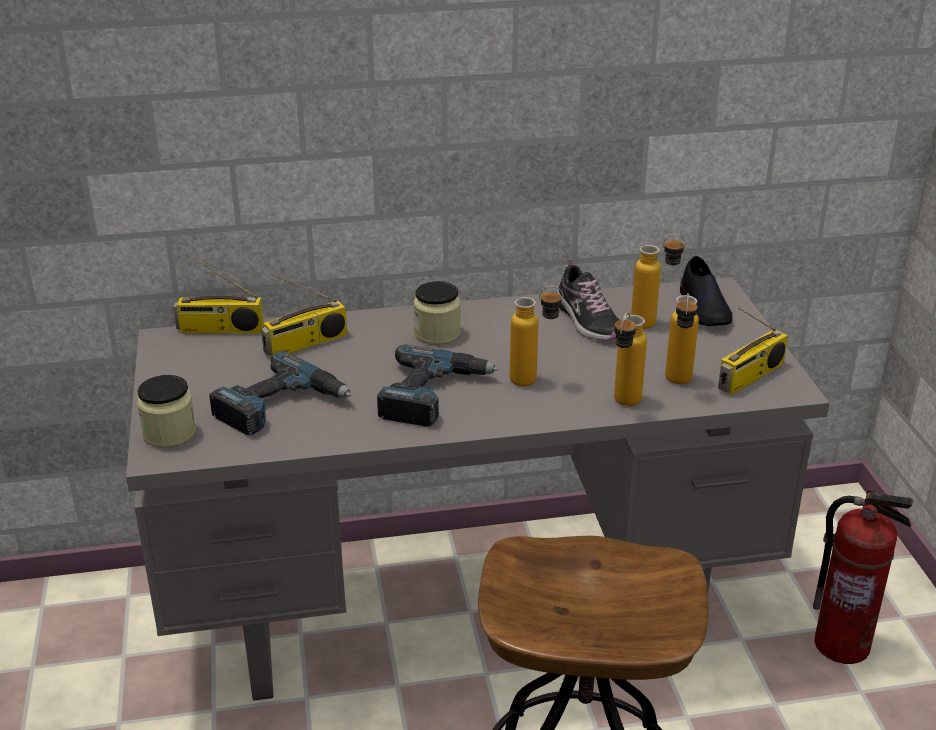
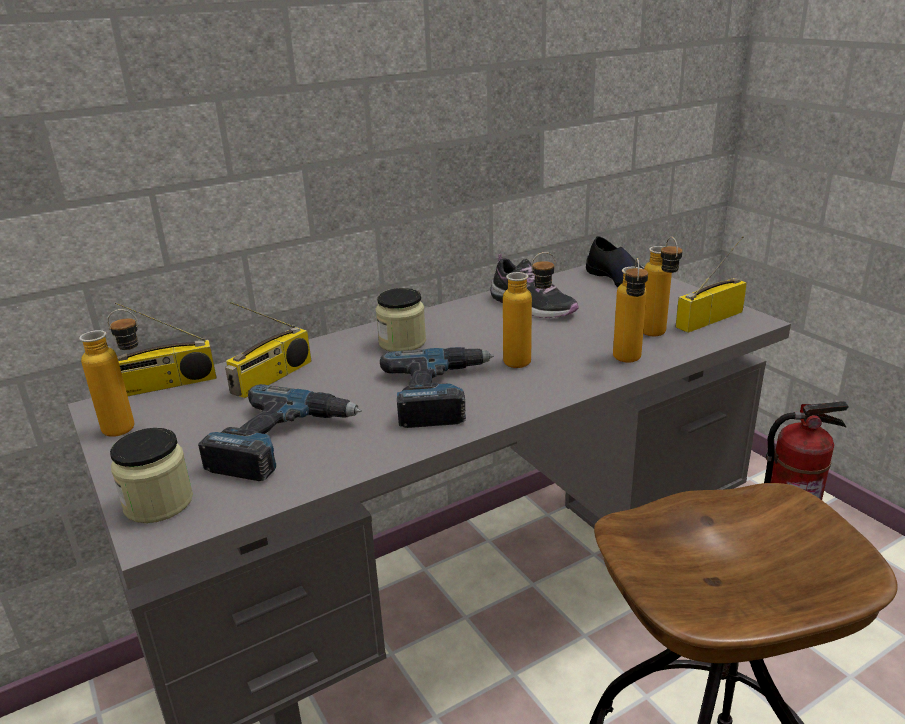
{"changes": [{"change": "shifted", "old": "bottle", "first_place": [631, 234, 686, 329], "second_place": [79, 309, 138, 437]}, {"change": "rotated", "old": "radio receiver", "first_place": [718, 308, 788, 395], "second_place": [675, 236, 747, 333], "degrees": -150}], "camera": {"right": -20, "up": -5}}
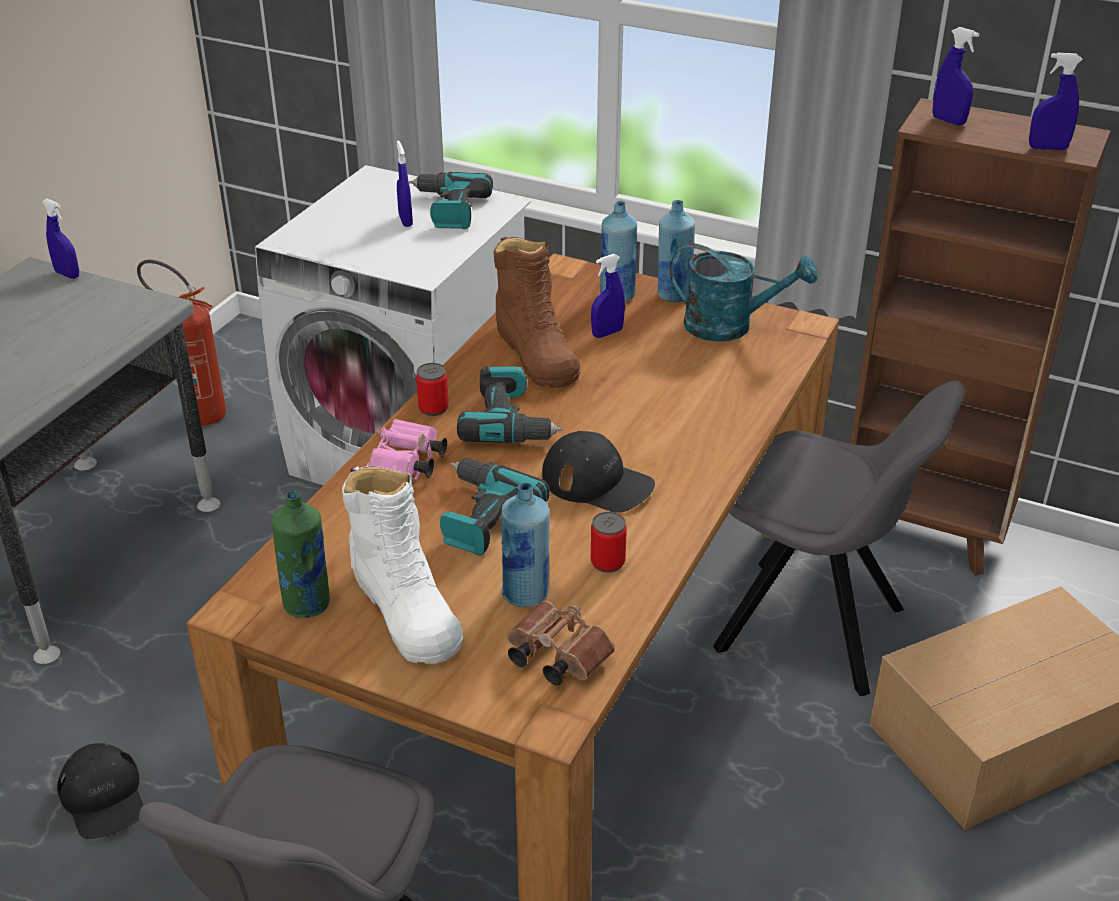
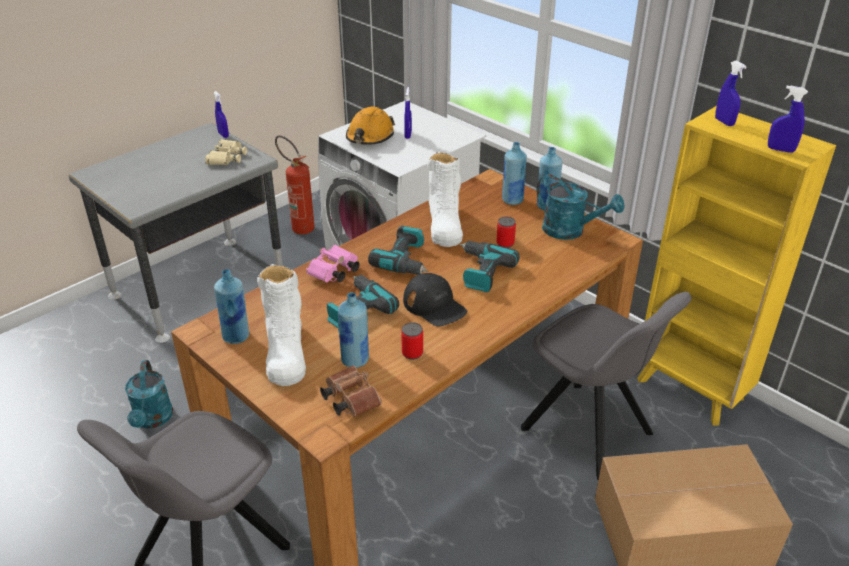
{"changes": [{"change": "swapped", "old": "blackish baseball cap", "new": "turquoise-coloured sprinkling can", "first_place": [57, 743, 144, 839], "second_place": [125, 360, 173, 429]}, {"change": "new", "new": "sand-coloured binoculars", "second_place": [205, 139, 247, 165]}, {"change": "repainted", "old": "green-coloured bottle", "new": "blue-coloured bottle", "first_place": [272, 491, 330, 618], "second_place": [214, 269, 249, 344]}, {"change": "new", "new": "orangey safety helmet", "second_place": [346, 106, 395, 145]}, {"change": "repainted", "old": "brown boot", "new": "white boot", "first_place": [494, 237, 580, 388], "second_place": [427, 152, 463, 247]}, {"change": "shifted", "old": "power drill", "first_place": [409, 172, 493, 229], "second_place": [460, 241, 520, 292]}, {"change": "shifted", "old": "metal can", "first_place": [416, 363, 449, 416], "second_place": [497, 217, 516, 248]}, {"change": "repainted", "old": "brown shelving unit", "new": "yellow-coloured shelving unit", "first_place": [850, 98, 1110, 576], "second_place": [637, 106, 836, 426]}, {"change": "gone", "old": "blue-coloured sprayer", "first_place": [591, 254, 625, 338]}], "camera": {"right": 20, "up": 0}}
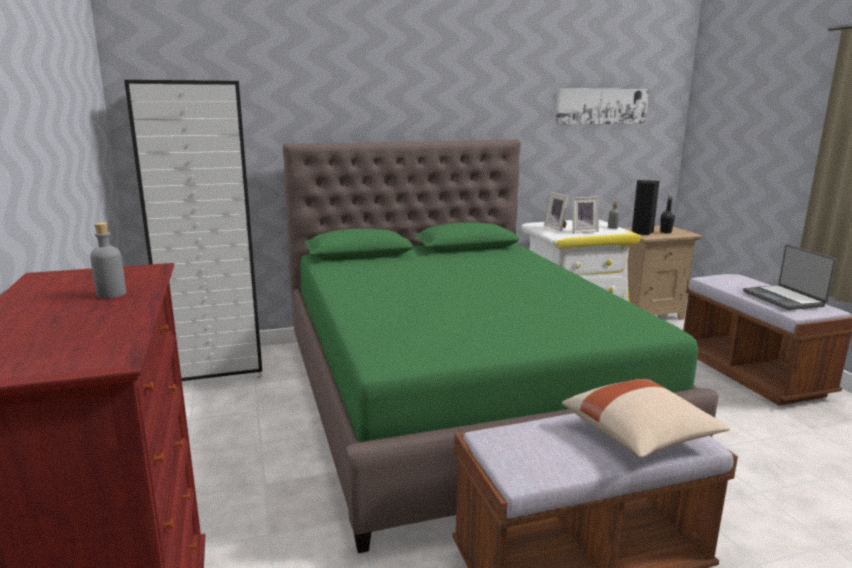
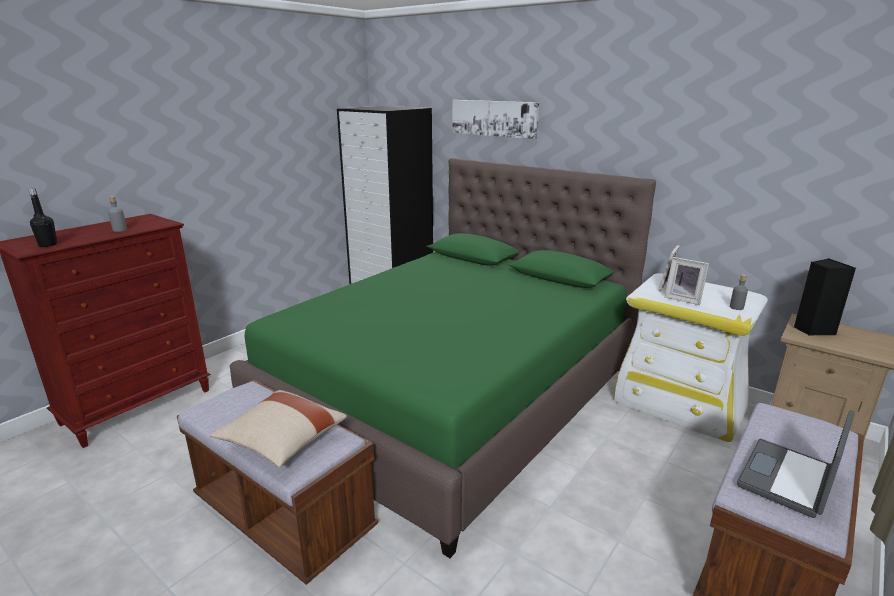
{"changes": [{"change": "shifted", "old": "blackish bottle", "first_place": [660, 194, 675, 233], "second_place": [29, 189, 58, 247]}, {"change": "shifted", "old": "wall art", "first_place": [555, 88, 649, 125], "second_place": [452, 100, 539, 139]}], "camera": {"right": 55, "up": 5}}
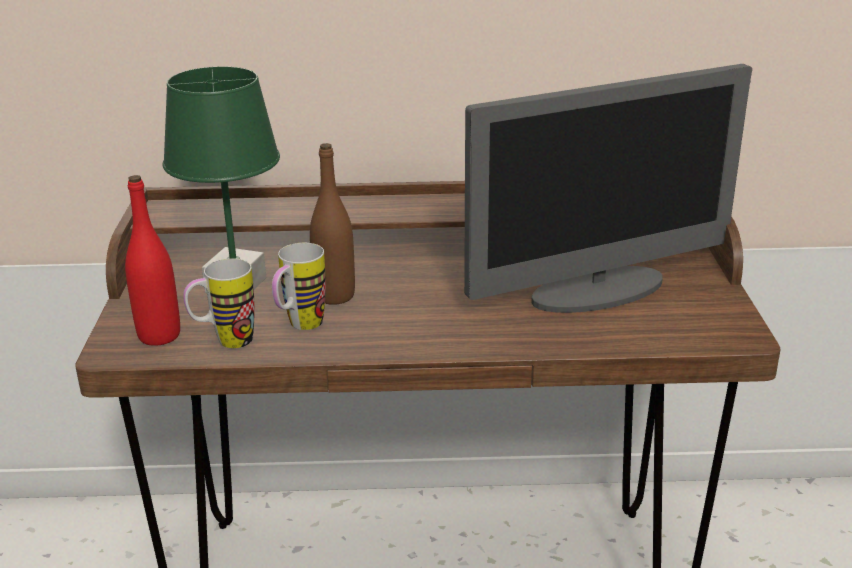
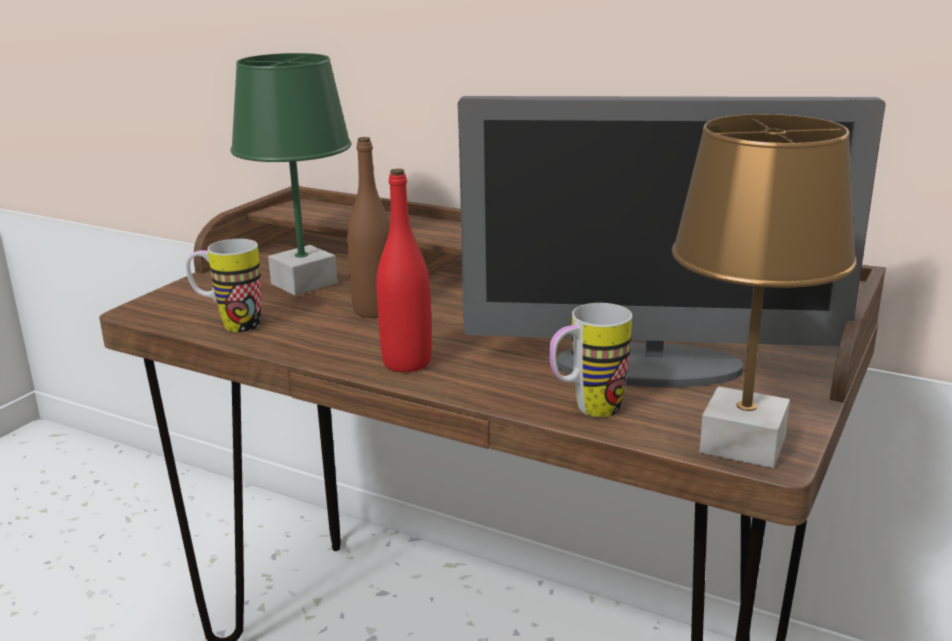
{"changes": [{"change": "shifted", "old": "red-coloured bottle", "first_place": [125, 175, 180, 346], "second_place": [376, 169, 432, 372]}, {"change": "shifted", "old": "tea mug", "first_place": [272, 243, 326, 330], "second_place": [549, 303, 632, 417]}, {"change": "new", "new": "brown table lamp", "second_place": [672, 114, 857, 468]}], "camera": {"right": 30, "up": -5}}
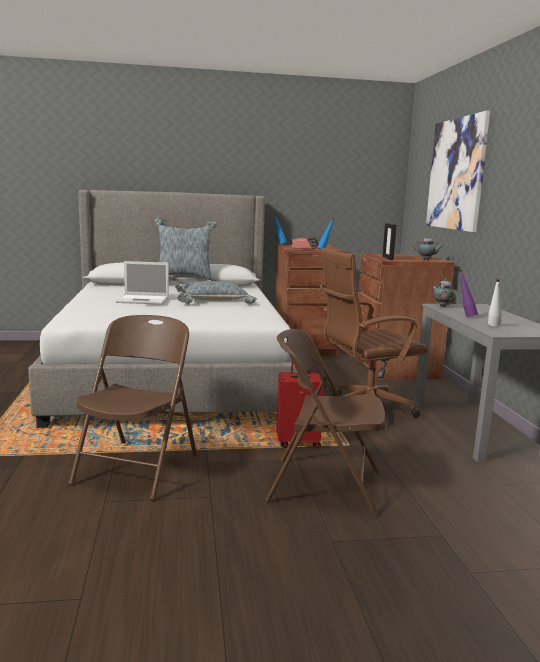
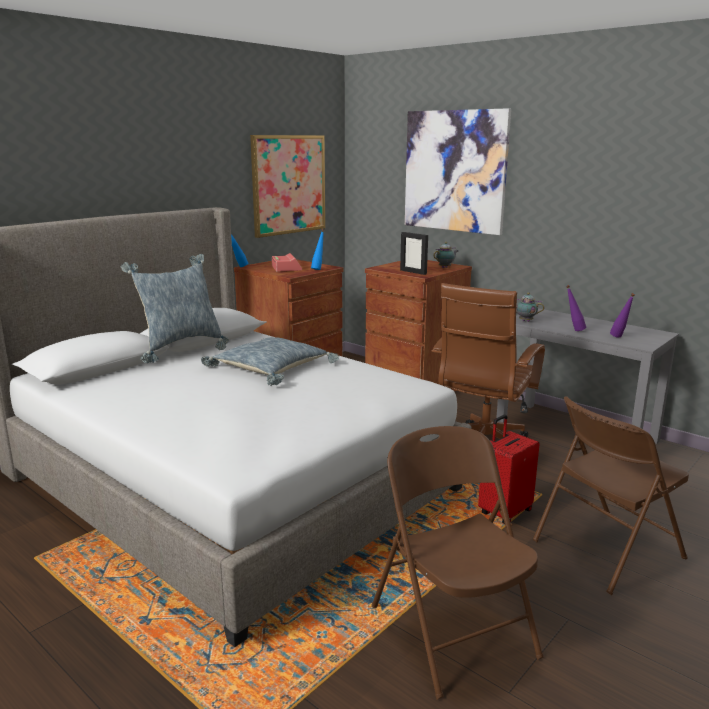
{"changes": [{"change": "new", "new": "wall art", "second_place": [250, 135, 325, 238]}, {"change": "repainted", "old": "white bottle", "new": "purple-coloured bottle", "first_place": [488, 278, 502, 327], "second_place": [610, 293, 635, 337]}, {"change": "gone", "old": "laptop", "first_place": [116, 261, 169, 305]}], "camera": {"right": -40, "up": 5}}
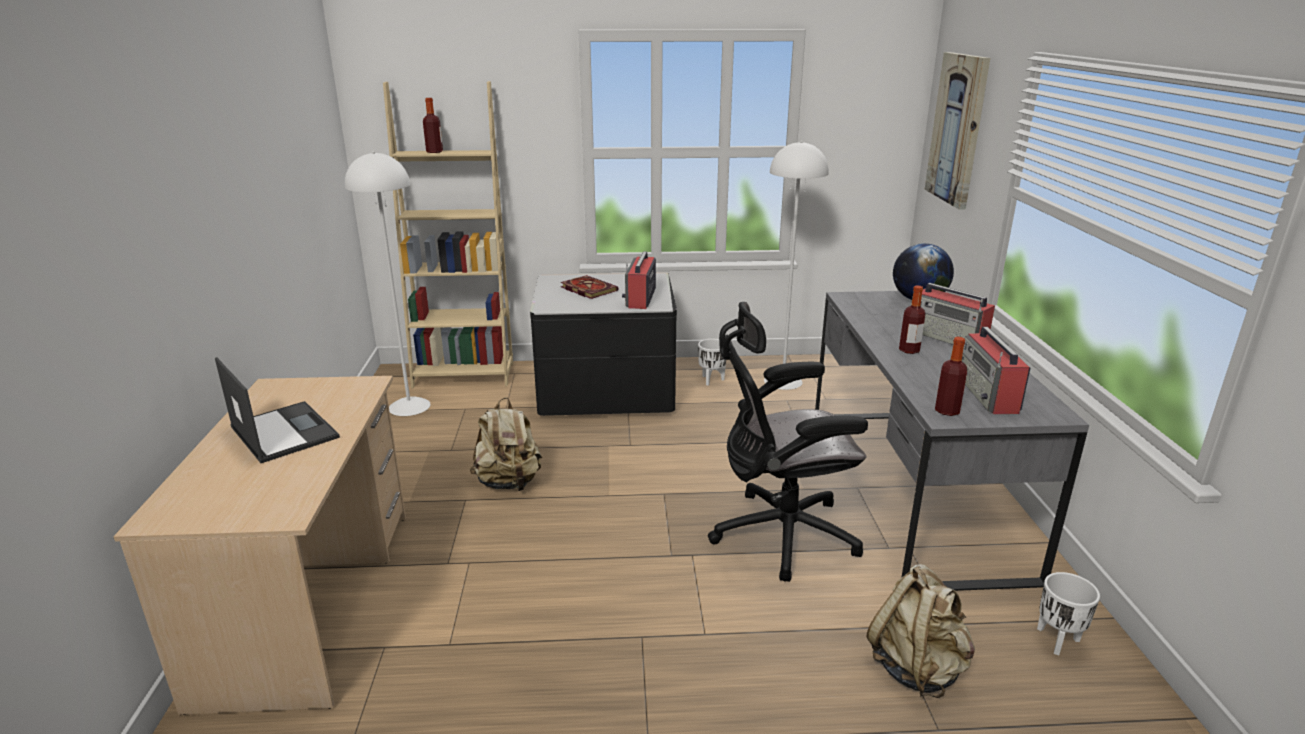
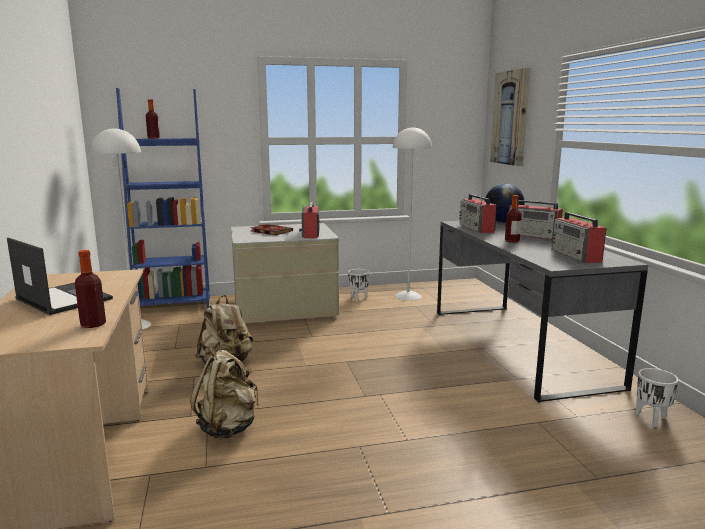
{"changes": [{"change": "shifted", "old": "bottle", "first_place": [935, 337, 967, 416], "second_place": [75, 250, 106, 328]}, {"change": "repainted", "old": "sand-coloured shelving unit", "new": "blue-coloured shelving unit", "first_place": [383, 81, 513, 388], "second_place": [116, 88, 210, 308]}, {"change": "shifted", "old": "sand-coloured rucksack", "first_place": [867, 564, 975, 698], "second_place": [190, 347, 258, 438]}, {"change": "repainted", "old": "blackish bedside table", "new": "sand-coloured bedside table", "first_place": [530, 273, 677, 416], "second_place": [231, 223, 339, 323]}, {"change": "new", "new": "radio receiver", "second_place": [459, 194, 497, 233]}, {"change": "gone", "old": "office chair", "first_place": [708, 302, 868, 582]}], "camera": {"right": -10, "up": -10}}
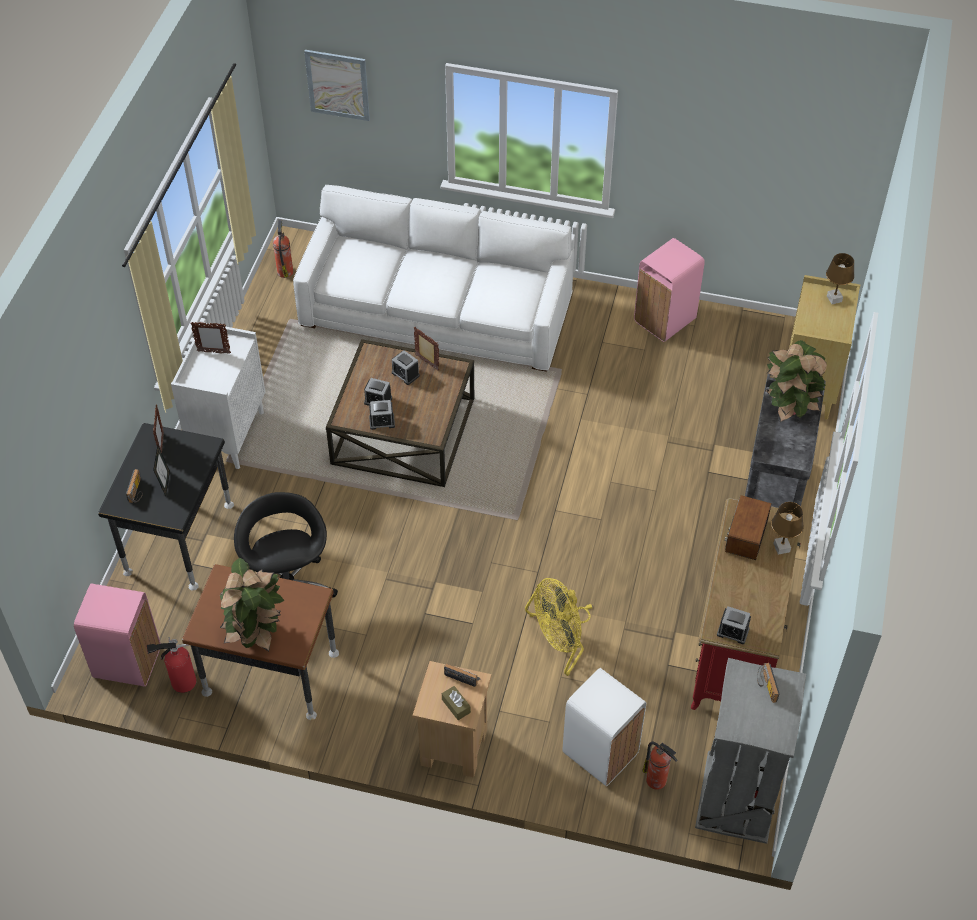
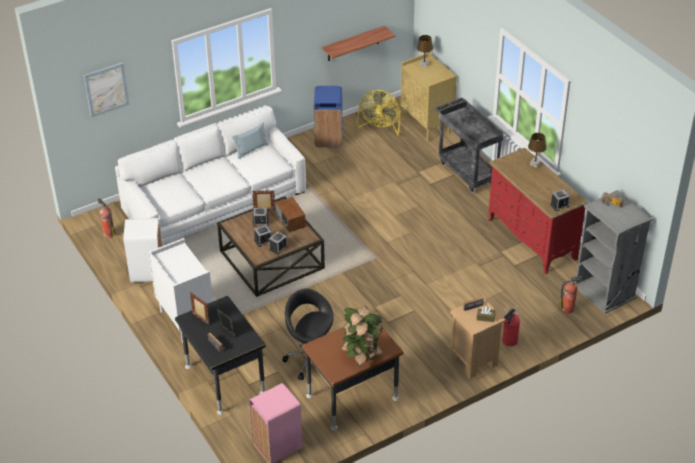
{"changes": [{"change": "shifted", "old": "white trash can", "first_place": [562, 668, 646, 786], "second_place": [123, 218, 163, 282]}, {"change": "new", "new": "blue-coloured pillow", "second_place": [232, 123, 269, 159]}, {"change": "shifted", "old": "radio receiver", "first_place": [724, 495, 772, 560], "second_place": [276, 197, 306, 232]}, {"change": "repainted", "old": "pink-coloured trash can", "new": "blue-coloured trash can", "first_place": [634, 238, 705, 342], "second_place": [314, 86, 342, 147]}, {"change": "new", "new": "wall shelf", "second_place": [322, 26, 396, 61]}, {"change": "shifted", "old": "yellow-coloured electric fan", "first_place": [525, 578, 594, 676], "second_place": [356, 90, 401, 136]}, {"change": "shifted", "old": "extinguisher", "first_place": [147, 637, 196, 693], "second_place": [502, 305, 520, 346]}, {"change": "gone", "old": "standing frame", "first_place": [190, 322, 231, 354]}, {"change": "gone", "old": "potted plant", "first_place": [765, 340, 827, 422]}], "camera": {"right": -45, "up": -10}}
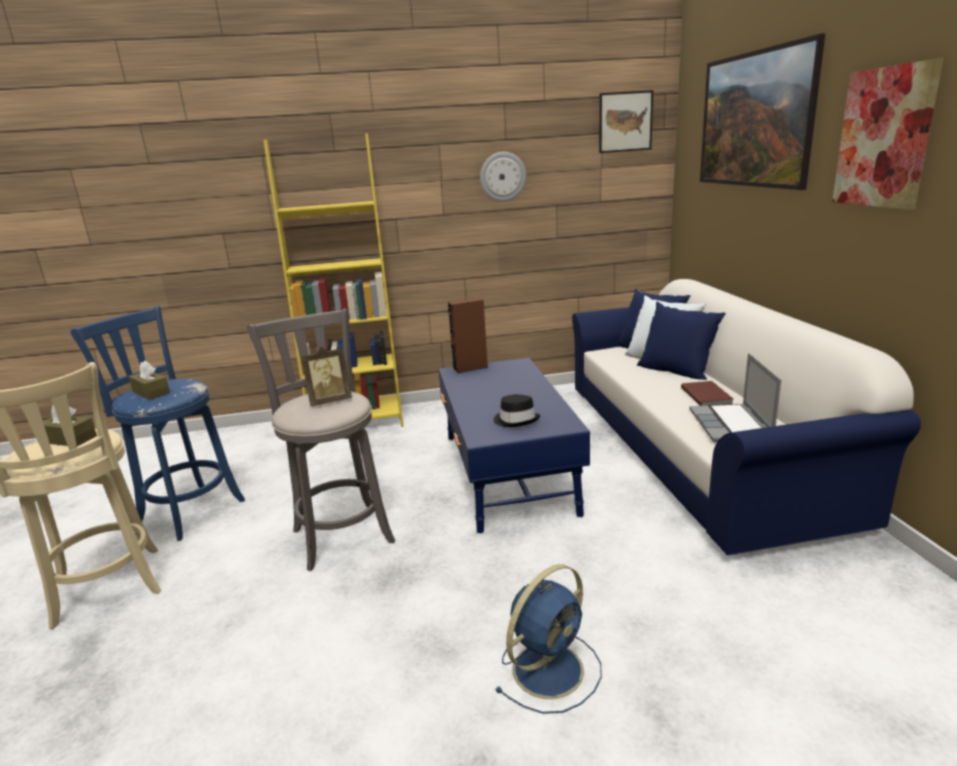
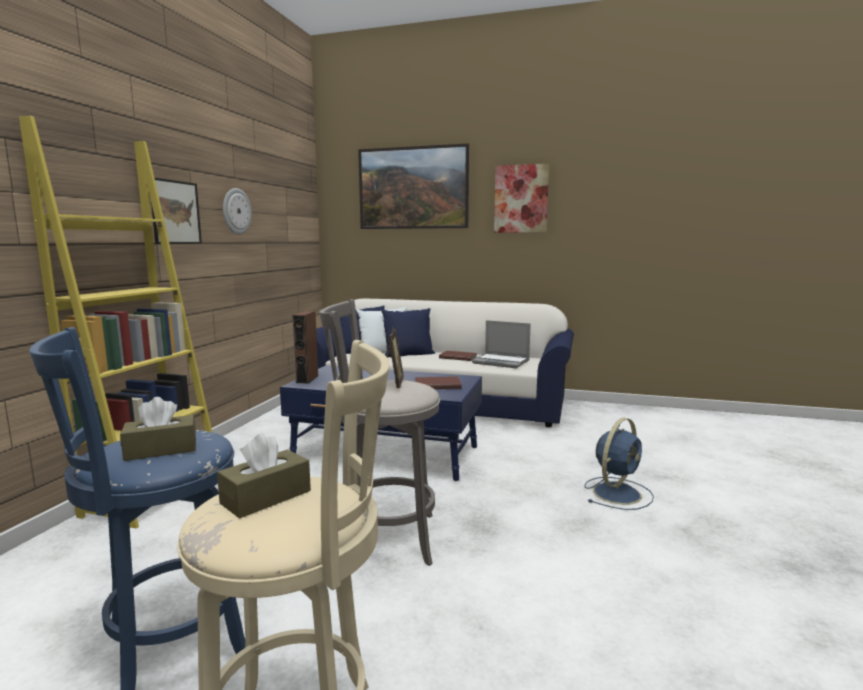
{"changes": [{"change": "shifted", "old": "wall art", "first_place": [599, 90, 653, 153], "second_place": [151, 178, 202, 244]}, {"change": "swapped", "old": "blackish hat", "new": "brown volume", "first_place": [494, 394, 540, 427], "second_place": [415, 376, 462, 389]}, {"change": "rotated", "old": "blue-coloured electric fan", "first_place": [495, 564, 602, 714], "second_place": [585, 418, 654, 510], "degrees": 60}], "camera": {"right": -65, "up": -10}}
